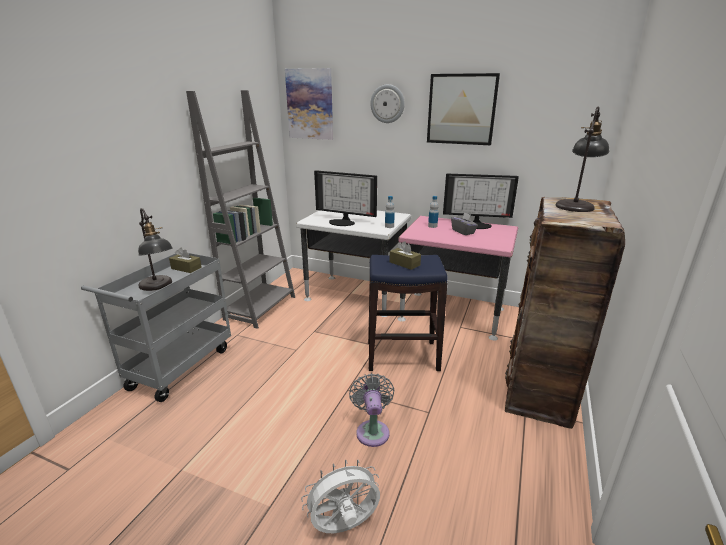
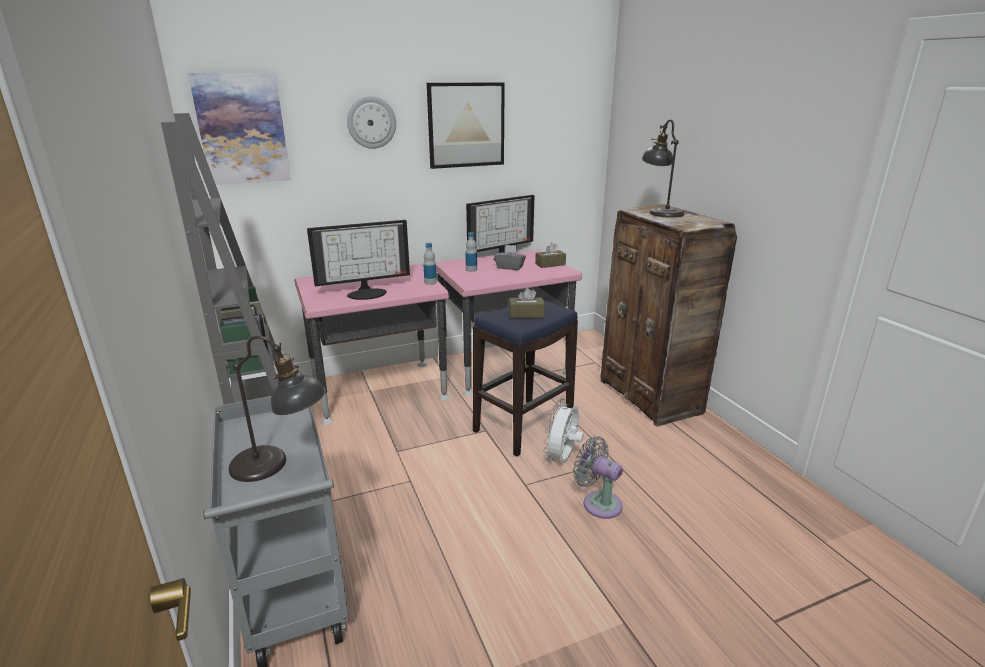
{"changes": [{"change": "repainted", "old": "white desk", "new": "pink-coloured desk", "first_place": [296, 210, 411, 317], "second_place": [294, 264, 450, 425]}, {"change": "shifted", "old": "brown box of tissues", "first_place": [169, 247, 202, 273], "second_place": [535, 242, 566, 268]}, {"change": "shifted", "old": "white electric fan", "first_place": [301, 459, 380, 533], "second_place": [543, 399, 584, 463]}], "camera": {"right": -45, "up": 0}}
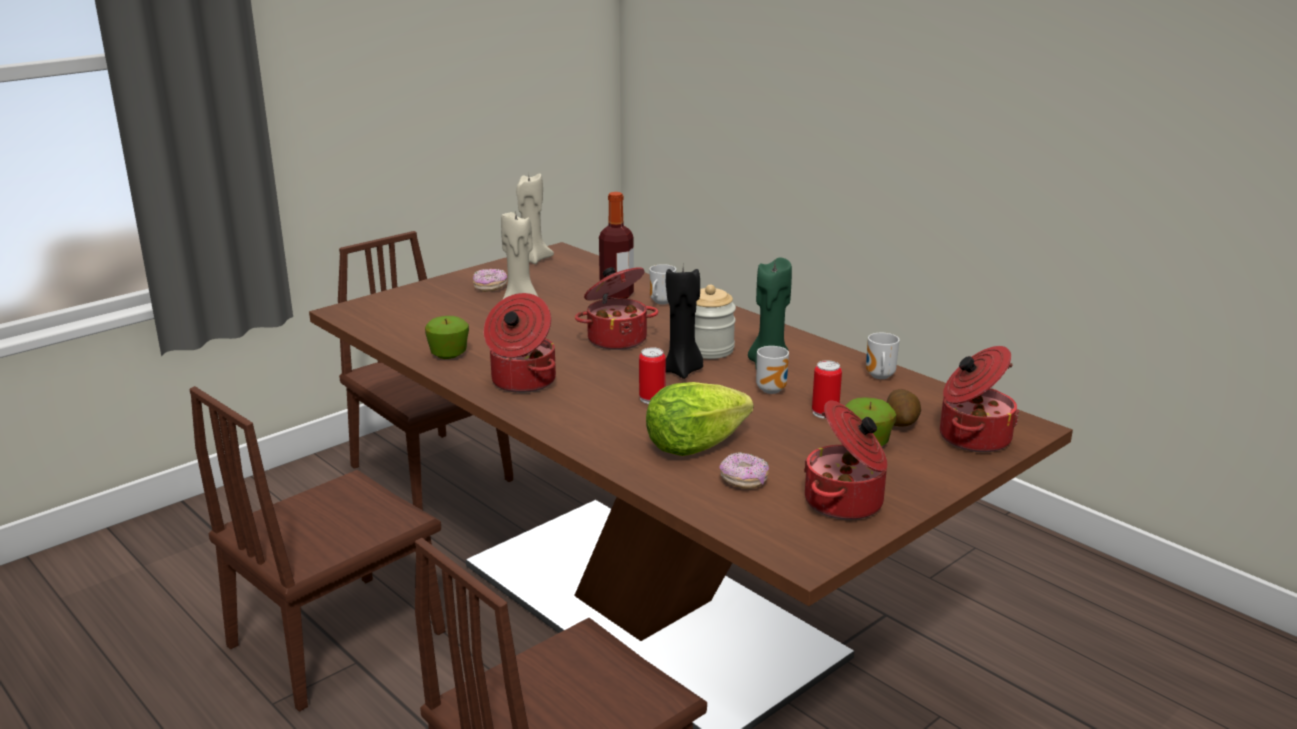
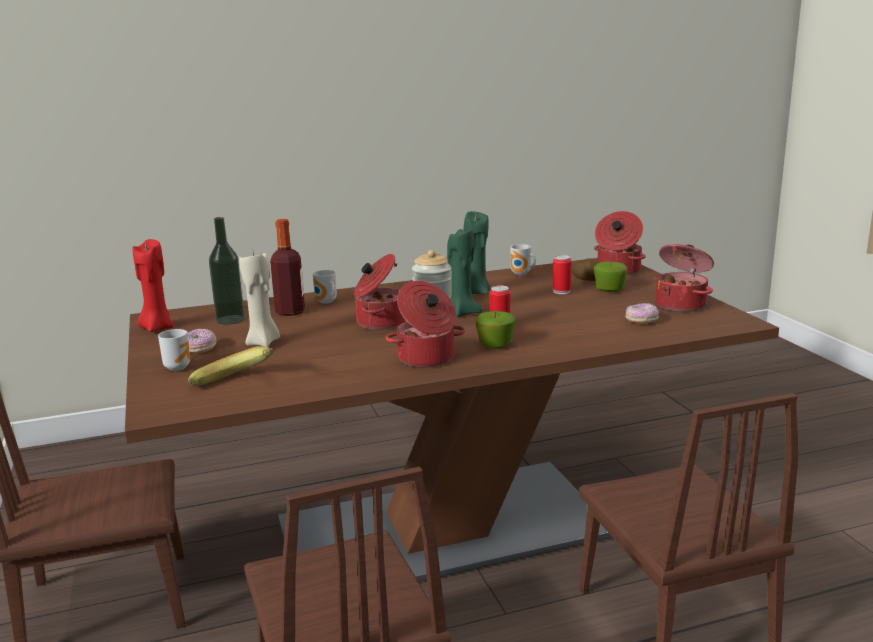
{"changes": [{"change": "repainted", "old": "sand-coloured wax light", "new": "red-coloured wax light", "first_place": [516, 173, 554, 264], "second_place": [133, 239, 173, 332]}, {"change": "shifted", "old": "tea mug", "first_place": [756, 346, 789, 394], "second_place": [158, 329, 190, 371]}, {"change": "new", "new": "banana fruit", "second_place": [188, 346, 273, 386]}, {"change": "new", "new": "bottle", "second_place": [209, 217, 245, 325]}, {"change": "repainted", "old": "blackish wax light", "new": "green-coloured wax light", "first_place": [666, 268, 703, 379], "second_place": [447, 229, 482, 317]}, {"change": "shifted", "old": "apple fruit", "first_place": [425, 316, 469, 359], "second_place": [476, 311, 515, 349]}, {"change": "gone", "old": "head of lettuce", "first_place": [646, 382, 753, 456]}], "camera": {"right": -65, "up": -5}}
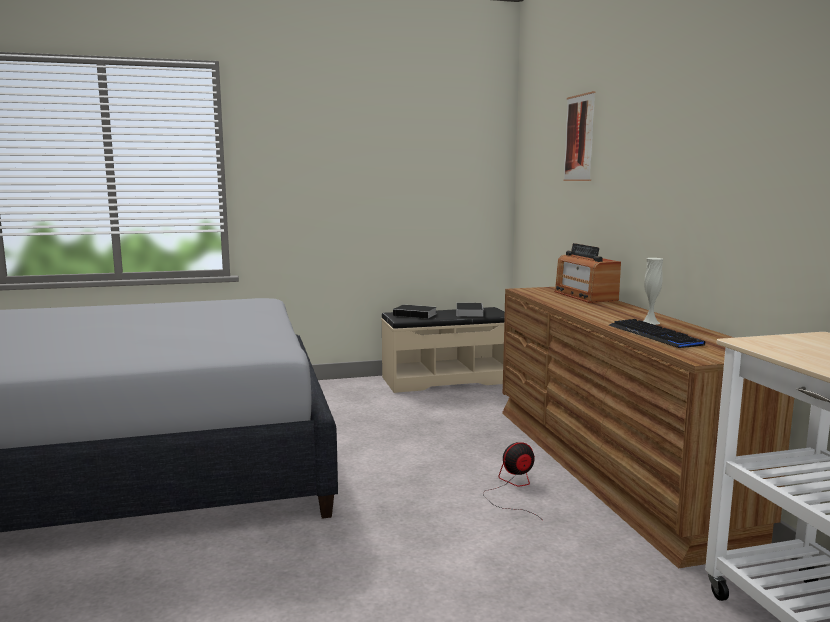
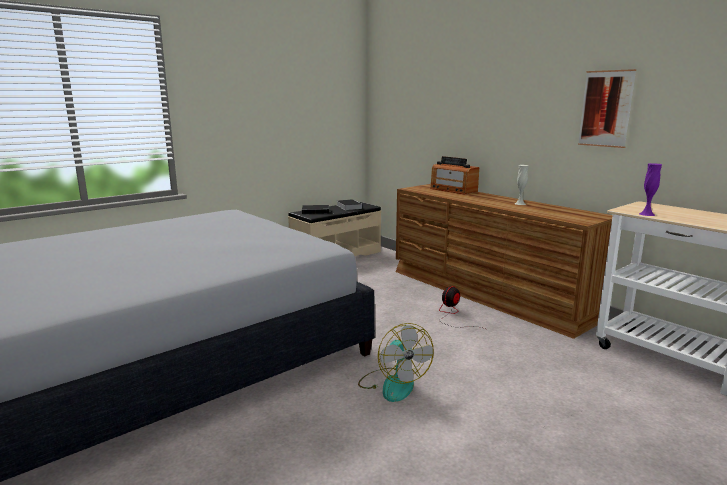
{"changes": [{"change": "new", "new": "electric fan", "second_place": [358, 323, 434, 402]}, {"change": "shifted", "old": "wall art", "first_place": [563, 91, 596, 181], "second_place": [578, 69, 636, 148]}, {"change": "new", "new": "purple-coloured vase", "second_place": [639, 163, 662, 216]}, {"change": "gone", "old": "keyboard", "first_place": [608, 319, 705, 348]}], "camera": {"right": -25, "up": 5}}
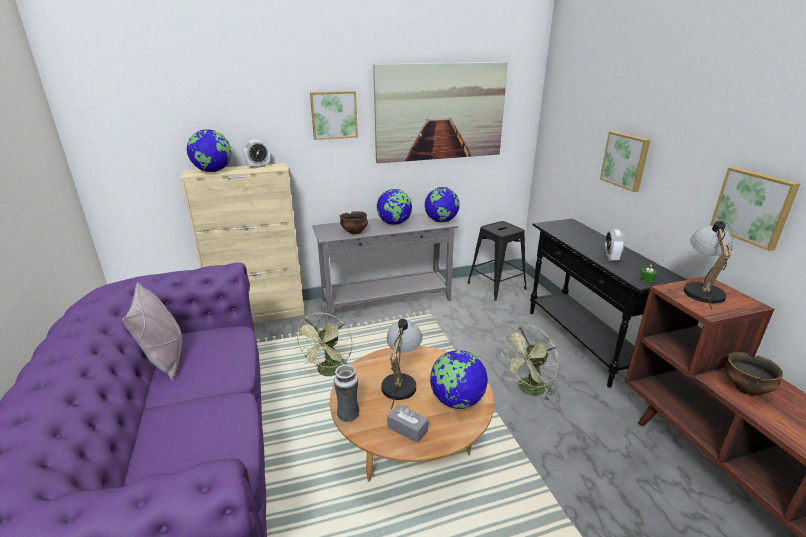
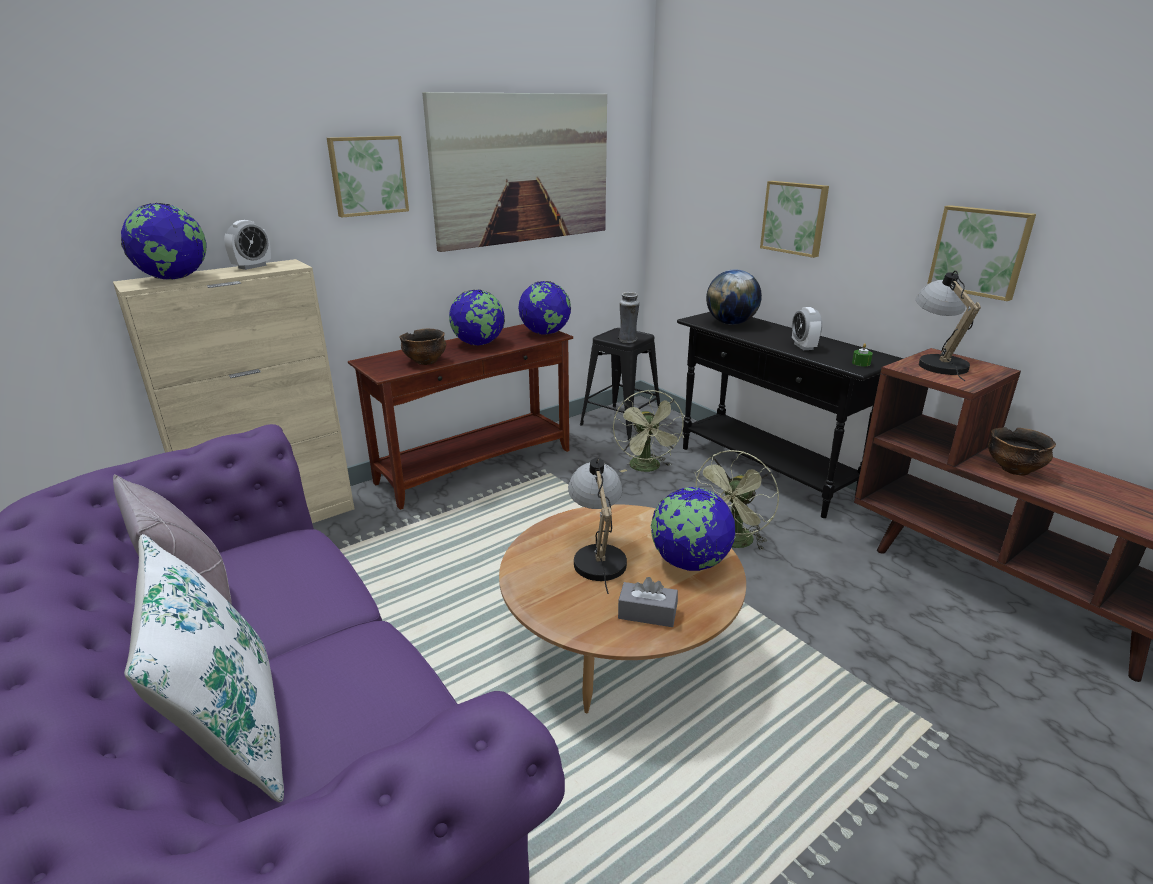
{"changes": [{"change": "new", "new": "white pillow", "second_place": [124, 534, 284, 803]}, {"change": "repainted", "old": "greyish narrow table", "new": "brown narrow table", "first_place": [313, 213, 458, 320], "second_place": [348, 324, 573, 510]}, {"change": "shifted", "old": "green-coloured electric fan", "first_place": [294, 313, 353, 376], "second_place": [613, 390, 685, 472]}, {"change": "shifted", "old": "vase", "first_place": [334, 364, 360, 422], "second_place": [619, 292, 639, 343]}, {"change": "new", "new": "desk globe", "second_place": [706, 269, 762, 325]}], "camera": {"right": -20, "up": 0}}
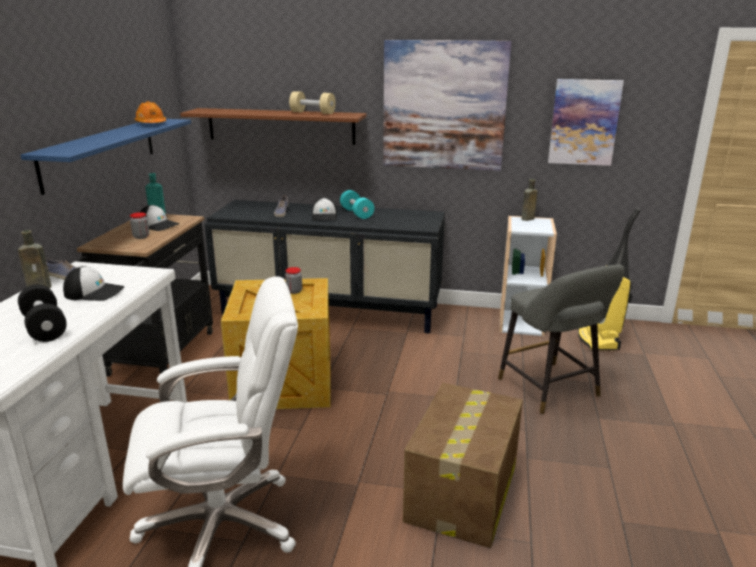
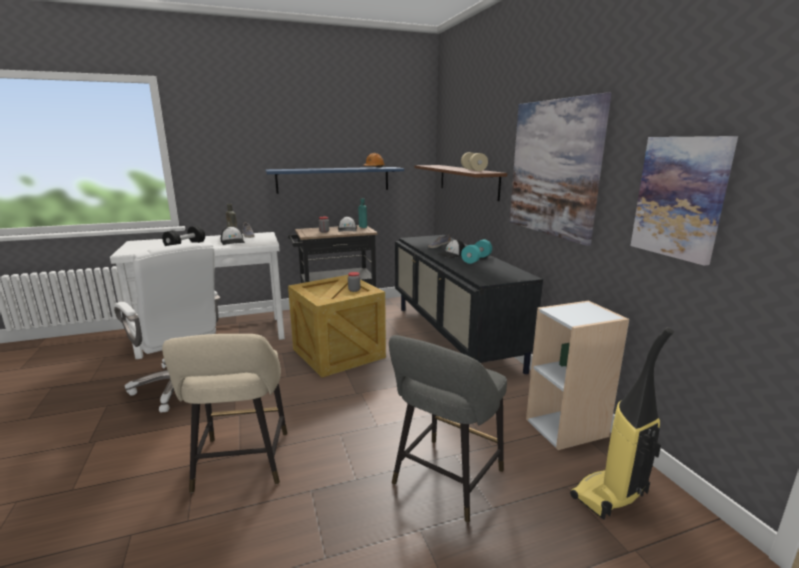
{"changes": [{"change": "swapped", "old": "packing box", "new": "sand-coloured sitting stool", "first_place": [403, 383, 523, 548], "second_place": [162, 334, 287, 493]}, {"change": "gone", "old": "brown bottle", "first_place": [521, 179, 538, 221]}], "camera": {"right": 60, "up": -5}}
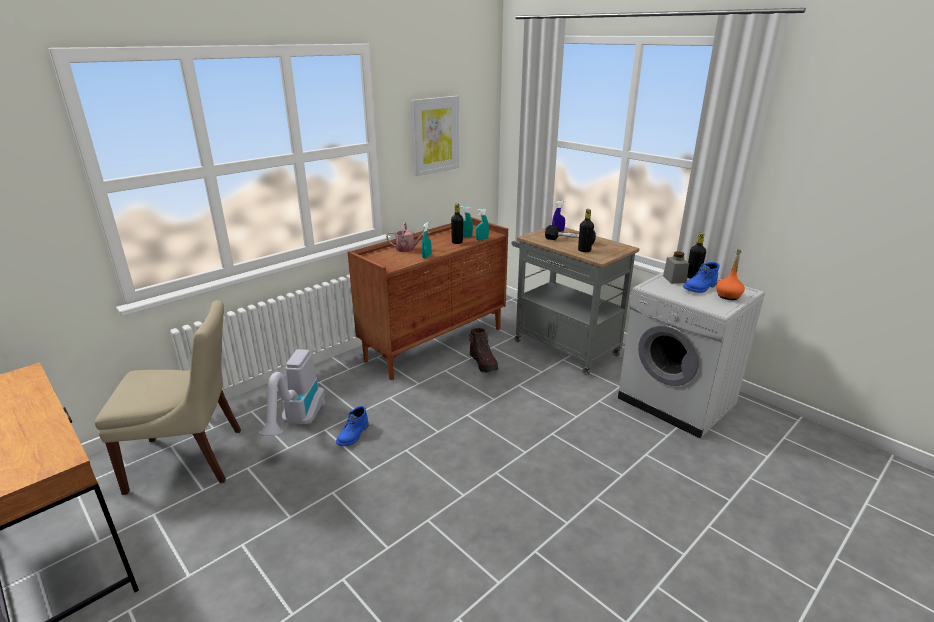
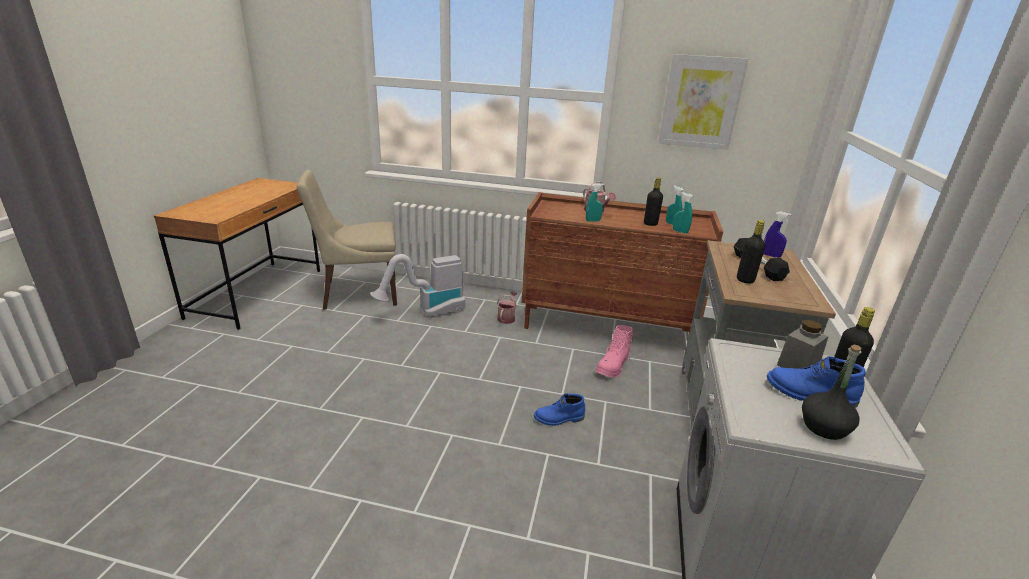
{"changes": [{"change": "rotated", "old": "sand-coloured upright chair", "first_place": [95, 300, 241, 495], "second_place": [296, 170, 397, 310], "degrees": 120}, {"change": "new", "new": "sprinkling can", "second_place": [497, 291, 518, 324]}, {"change": "shifted", "old": "blue-coloured boot", "first_place": [336, 406, 368, 446], "second_place": [534, 394, 585, 426]}, {"change": "repainted", "old": "brown boot", "new": "pink-coloured boot", "first_place": [469, 328, 498, 373], "second_place": [595, 325, 635, 378]}, {"change": "repainted", "old": "orangey bottle", "new": "blackish bottle", "first_place": [716, 249, 745, 300], "second_place": [802, 345, 861, 440]}], "camera": {"right": 55, "up": 0}}
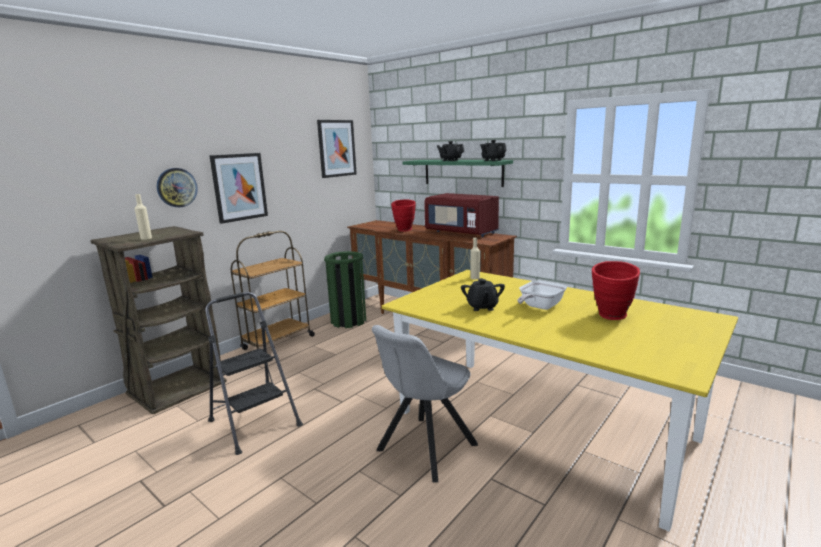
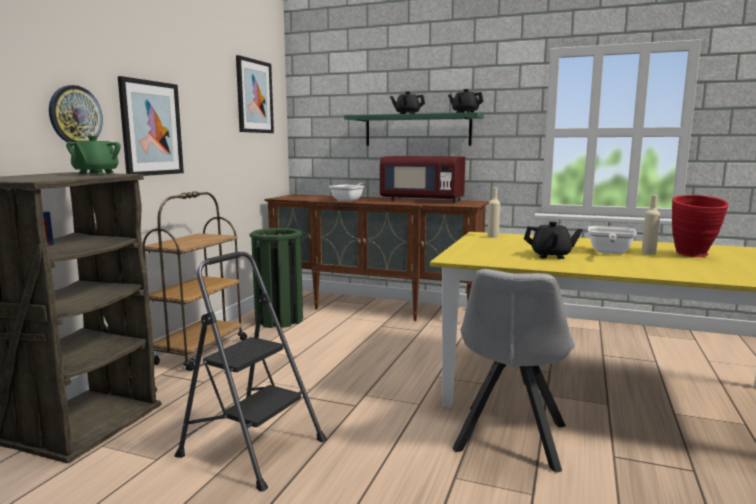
{"changes": [{"change": "new", "new": "green-coloured tea pot", "second_place": [66, 135, 121, 174]}, {"change": "swapped", "old": "red-coloured vase", "new": "frying pan", "first_place": [391, 199, 416, 232], "second_place": [329, 183, 368, 202]}, {"change": "rotated", "old": "blackish tea pot", "first_place": [461, 278, 505, 311], "second_place": [524, 221, 583, 259], "degrees": -60}, {"change": "shifted", "old": "sand-coloured bottle", "first_place": [135, 194, 152, 240], "second_place": [641, 195, 660, 255]}], "camera": {"right": -20, "up": -5}}
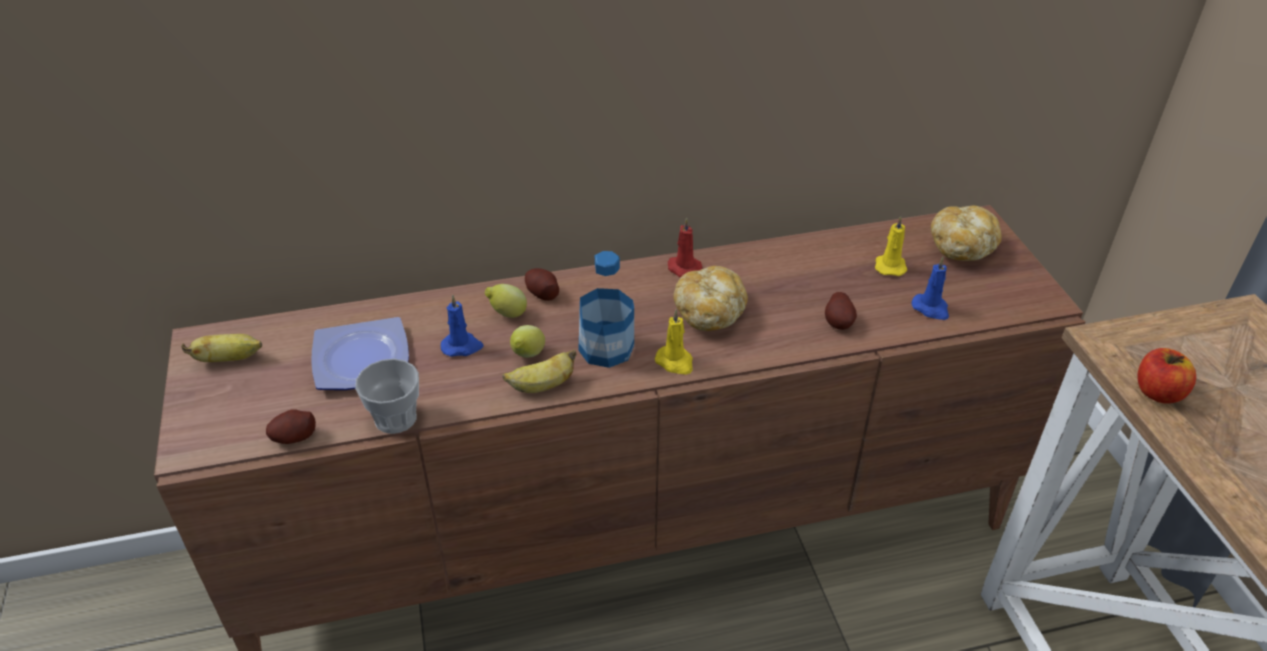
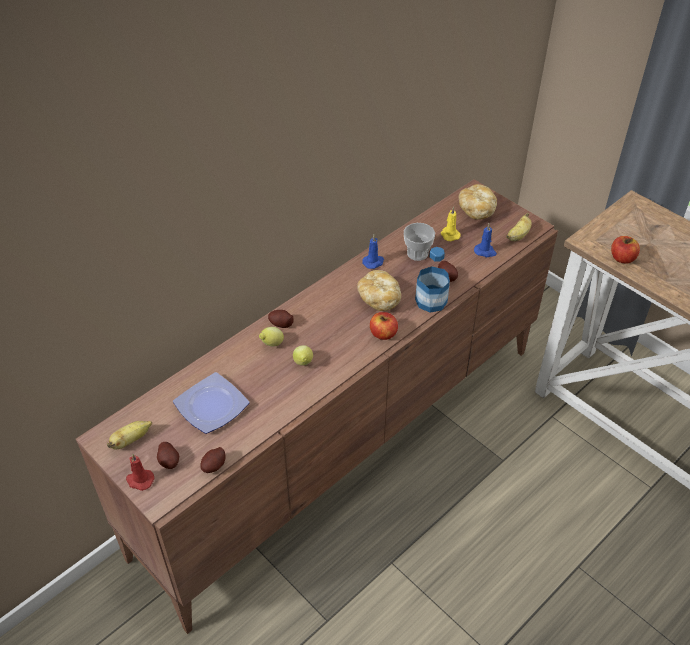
{"changes": [{"change": "shifted", "old": "red-coloured wax light", "first_place": [668, 218, 702, 278], "second_place": [126, 453, 155, 491]}, {"change": "new", "new": "potato", "second_place": [157, 442, 179, 469]}, {"change": "shifted", "old": "blue-coloured wax light", "first_place": [441, 295, 484, 357], "second_place": [362, 235, 384, 269]}, {"change": "swapped", "old": "yellow-coloured wax light", "new": "apple fruit", "first_place": [655, 309, 693, 375], "second_place": [370, 312, 398, 340]}, {"change": "shifted", "old": "cup", "first_place": [355, 359, 419, 434], "second_place": [404, 223, 435, 261]}, {"change": "shifted", "old": "bottle", "first_place": [578, 251, 634, 368], "second_place": [415, 247, 450, 313]}, {"change": "shifted", "old": "banana fruit", "first_place": [502, 349, 577, 393], "second_place": [506, 212, 532, 241]}], "camera": {"right": -30, "up": 5}}
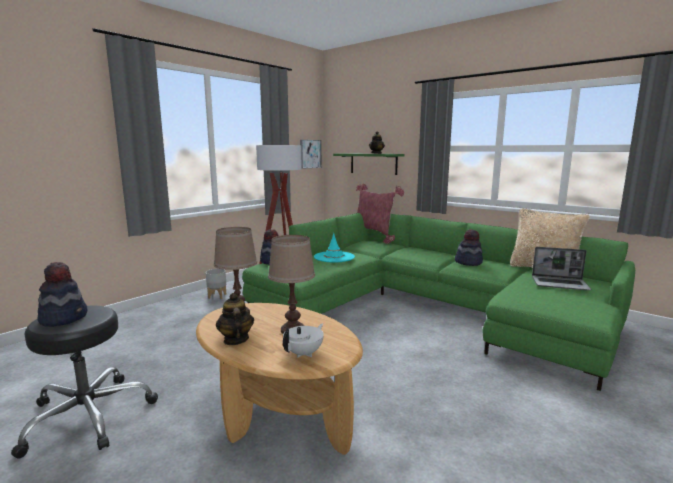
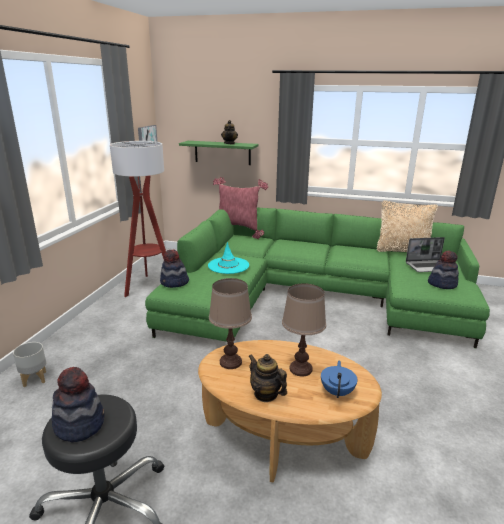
{"changes": [{"change": "shifted", "old": "greyish planter", "first_place": [206, 269, 226, 299], "second_place": [13, 342, 46, 387]}, {"change": "repainted", "old": "white tea pot", "new": "blue-coloured tea pot", "first_place": [283, 323, 324, 358], "second_place": [321, 360, 357, 398]}, {"change": "shifted", "old": "hat", "first_place": [455, 229, 483, 266], "second_place": [428, 251, 459, 289]}], "camera": {"right": -25, "up": 10}}
